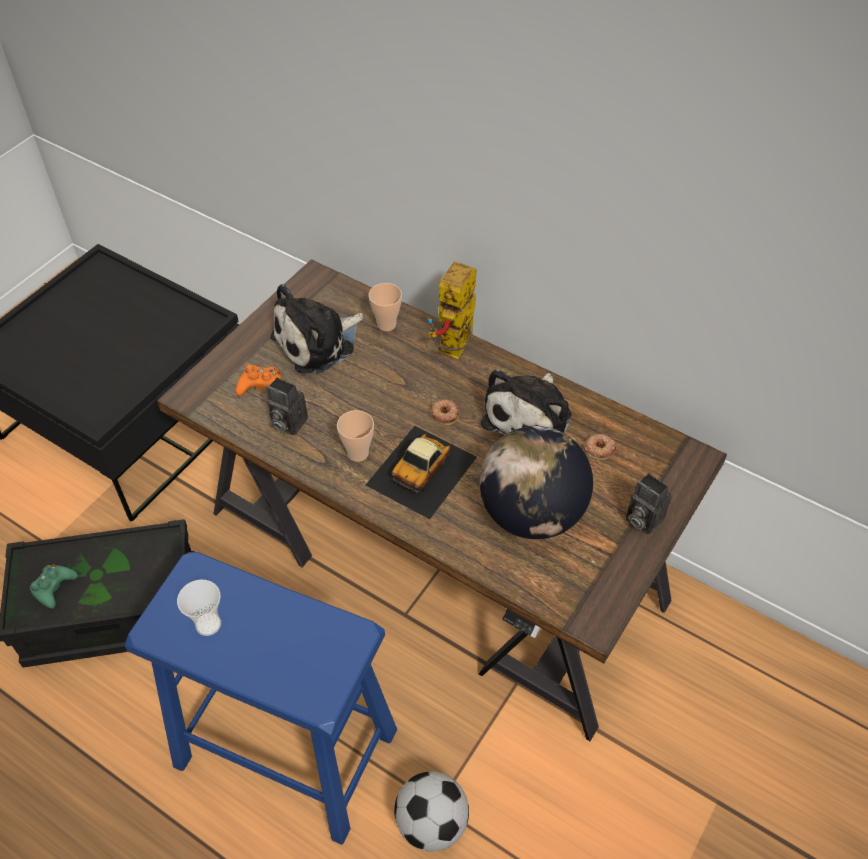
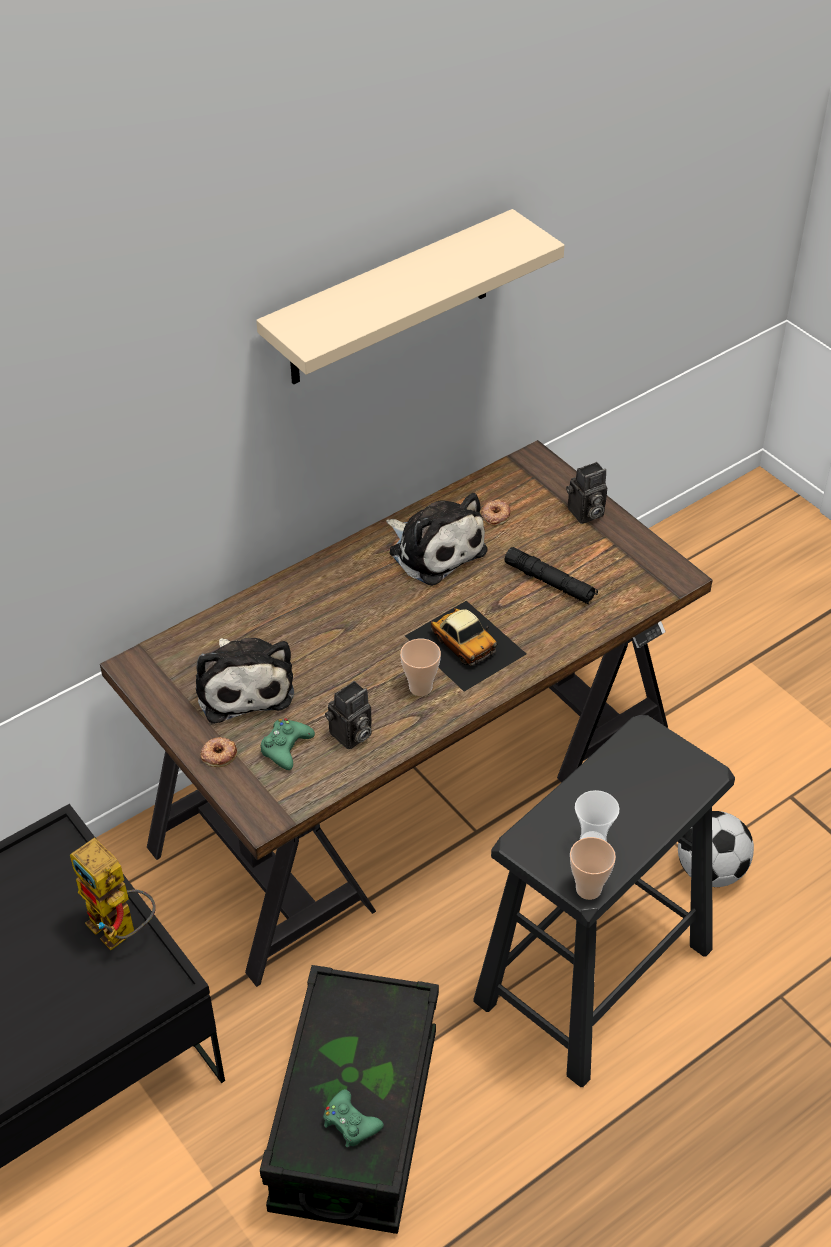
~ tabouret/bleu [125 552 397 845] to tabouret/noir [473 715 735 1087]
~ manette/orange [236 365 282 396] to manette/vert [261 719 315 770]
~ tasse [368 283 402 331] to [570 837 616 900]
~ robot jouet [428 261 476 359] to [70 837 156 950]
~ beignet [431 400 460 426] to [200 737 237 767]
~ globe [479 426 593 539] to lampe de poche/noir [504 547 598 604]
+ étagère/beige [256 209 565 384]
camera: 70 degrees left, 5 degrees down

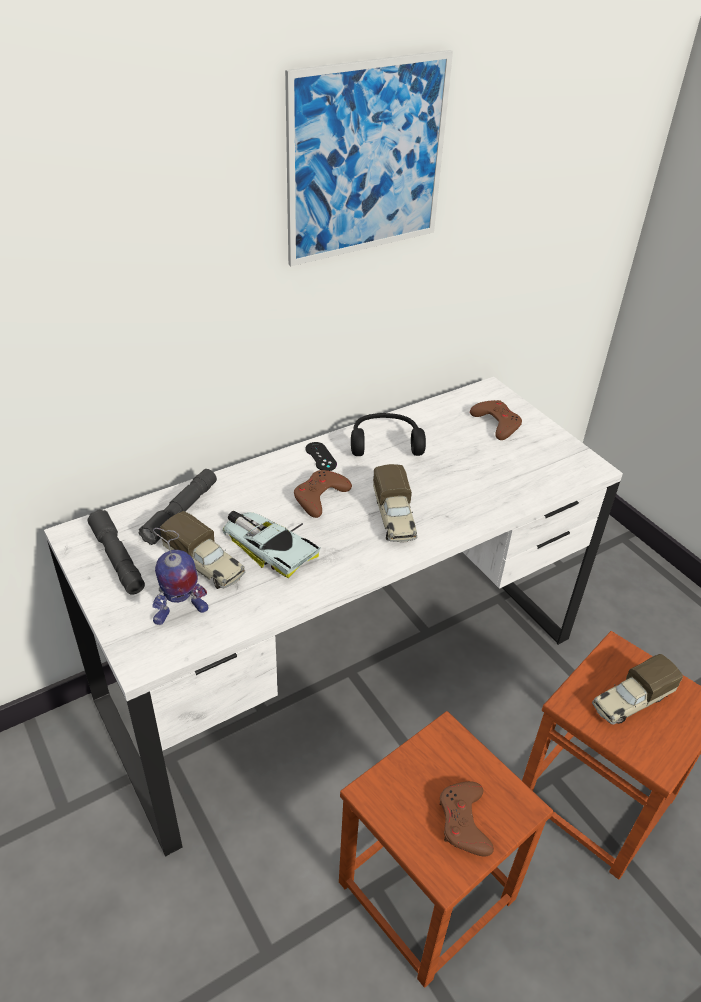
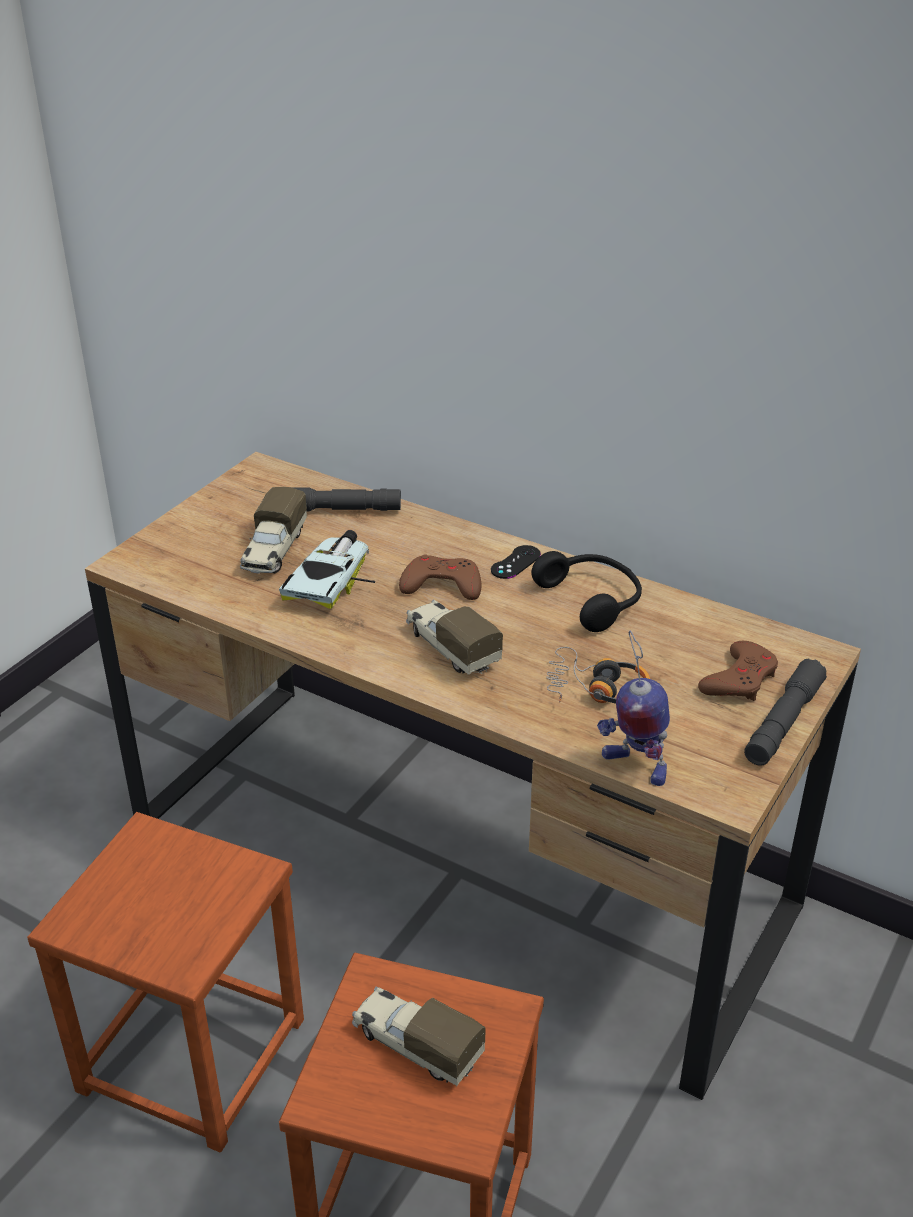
~ bureau/blanc [44 377 623 857] to bureau/marron [85 452 861 1100]
~ lampe de poche/gris [87 509 145 595] to [744 658 827 766]
~ robot jouet [152 528 209 625] to [597 631 670 786]
- tableau [285 50 453 266]
~ camion jouet [373 464 418 543] = [406 600 503 675] 90 degrees clockwise
- manette/marron [439 781 494 857]
+ casque audio [546 647 650 704]
camera: 65 degrees right, 5 degrees down

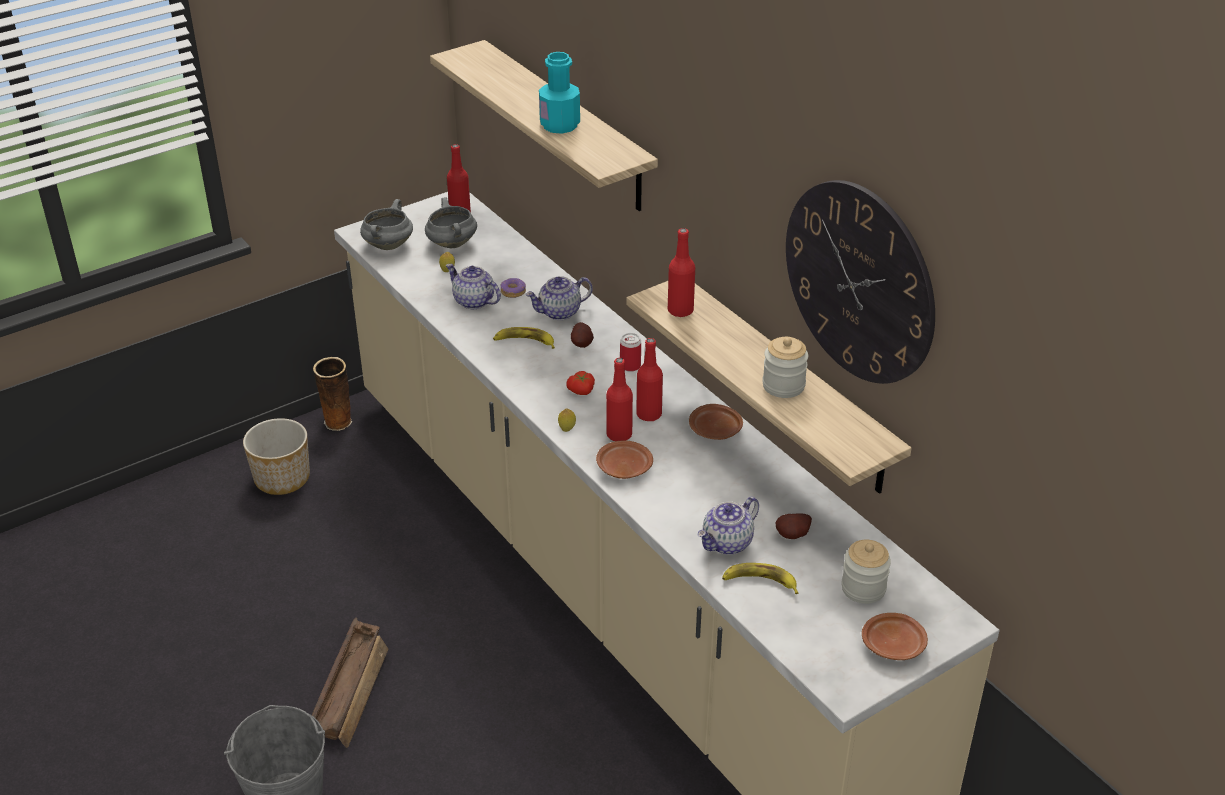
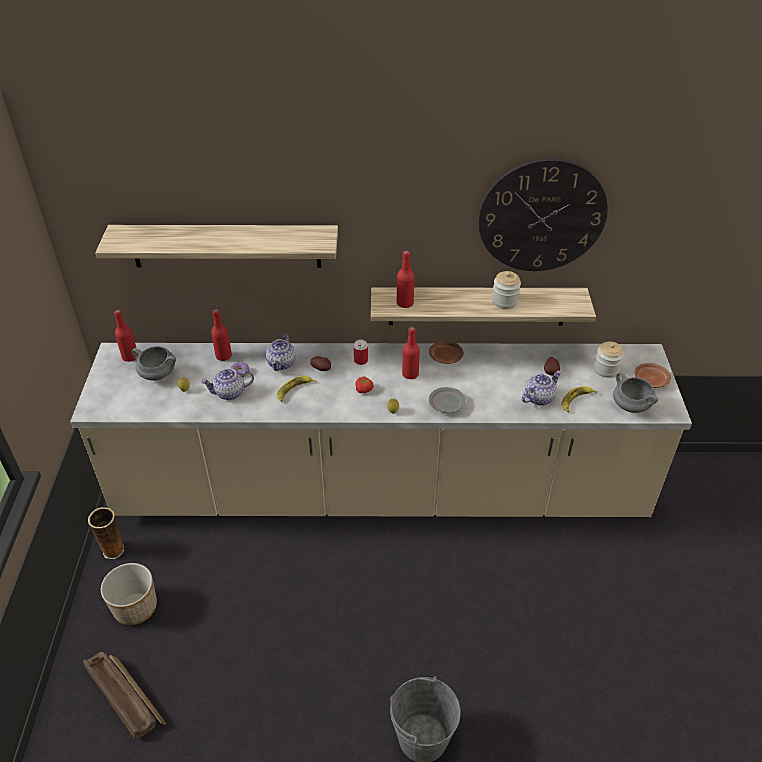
~ caisse [312 618 388 748] to [83 652 166 739]
~ marmite/gris [360 199 413 250] to [613 372 658 413]
- bouteille/turquoise [539 52 580 134]
~ assiette/marron [596 440 653 479] to assiette/gris [429 387 465 413]
~ bouteille/rouge [606 358 633 441] to [211 309 232 361]
~ théière [697 497 759 555] = [522 371 561 405] 120 degrees counterclockwise
camera: 55 degrees left, 5 degrees up

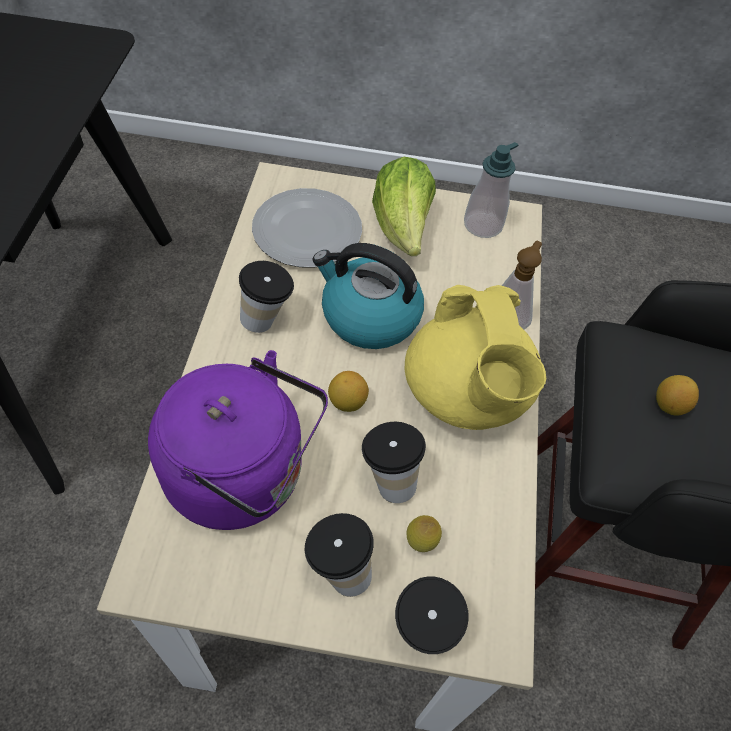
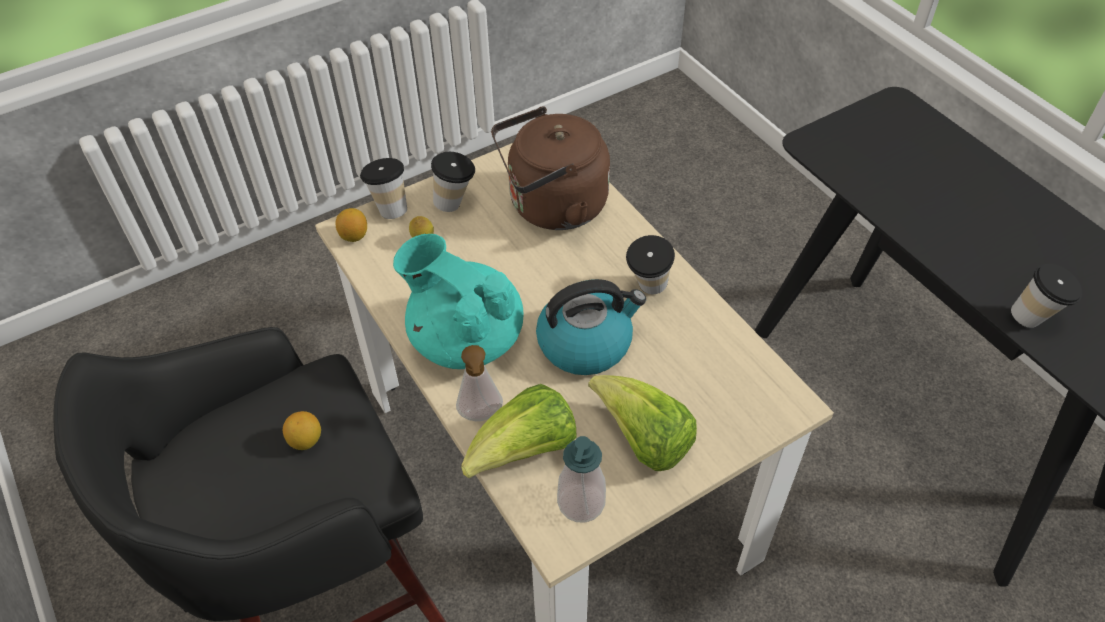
~ bouilloire/violet [148 350 328 530] to bouilloire/marron [491 106 610 230]
- assiette [252 188 362 267]
~ citron [328 371 369 412] to [335 208 367 242]
~ tasse [362 422 426 503] to [1011 264 1082 328]
~ théière/jaune [405 285 546 430] to théière/turquoise [393 234 524 369]
+ laitue [461 384 577 478]
camera: 145 degrees right, 5 degrees down

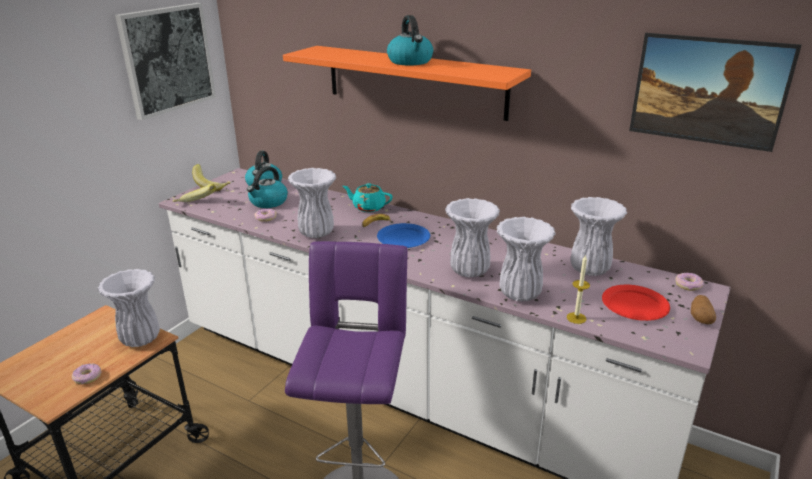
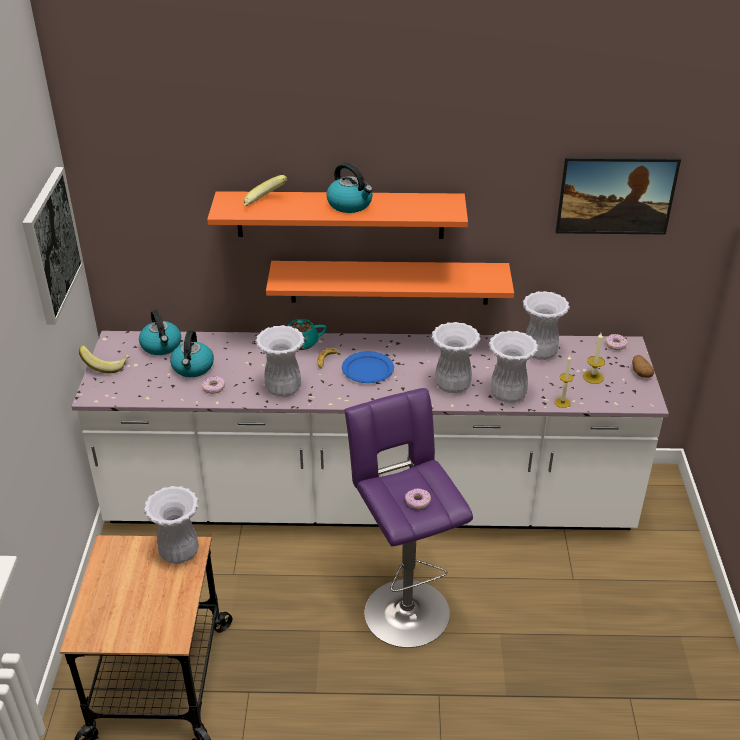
~ beignet [72 363 101 384] to [405 488 431 509]
~ banane [173 184 216 202] to [244 175 287 206]
~ assiette/rouge [602 285 670 321] to bougie [583 333 605 384]
+ étagère/orange [266 261 514 304]
camera: 30 degrees left, 10 degrees up

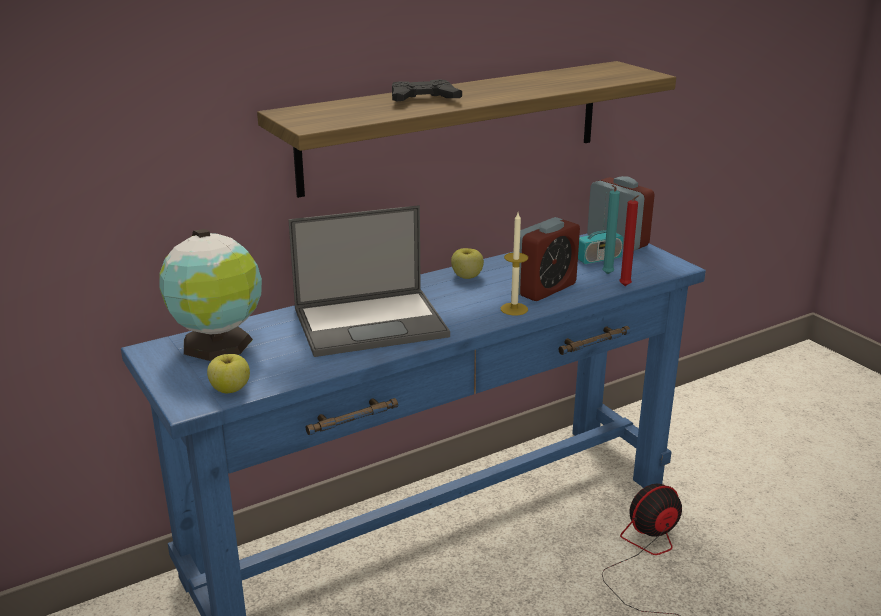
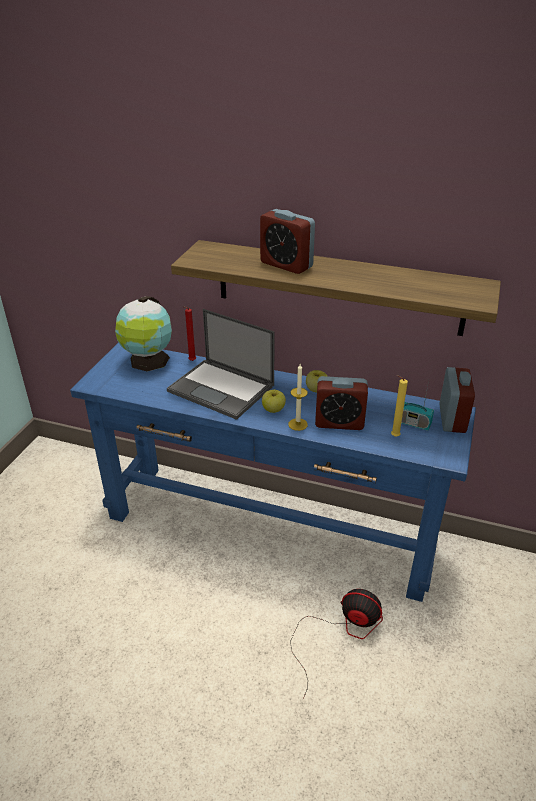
~ pomme [207 354 250 393] to [262 390 286 413]
~ manette/noir [392 79 462 101] to réveil [260 209 315 274]
~ bougie/turquoise [602 185 620 274] to bougie/jaune [391 375 408 437]
~ bougie/rouge [619 195 639 286] to [184 307 196 361]
camera: 50 degrees right, 10 degrees up

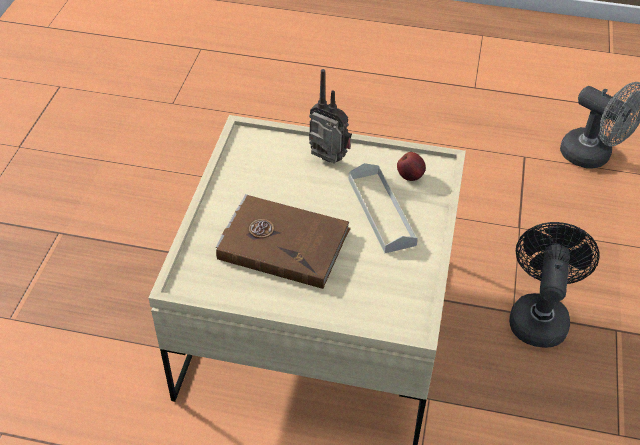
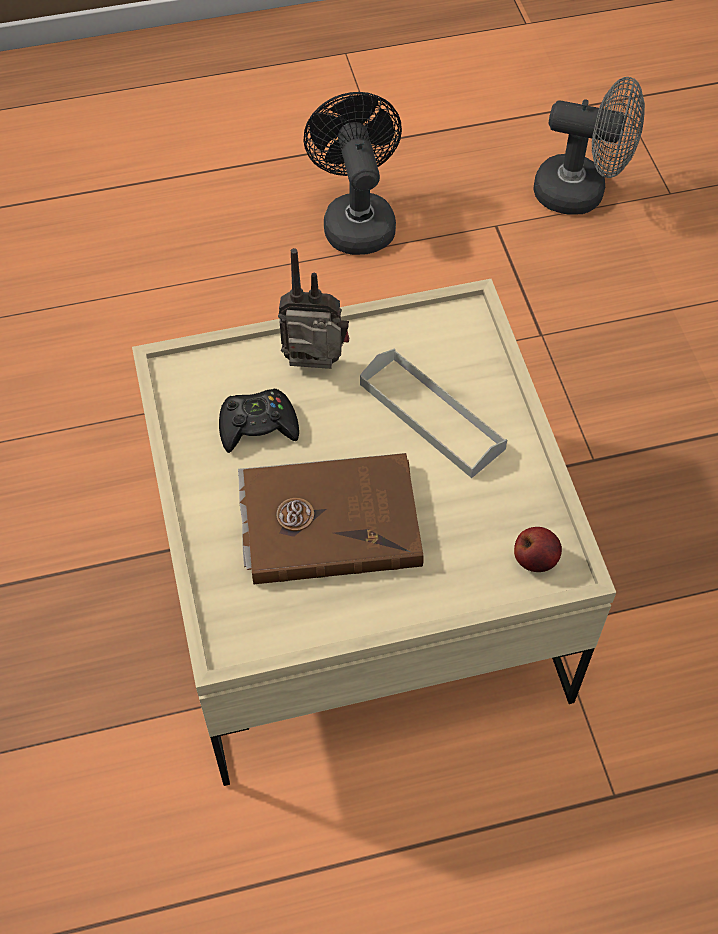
~ pomme [397 152 426 181] to [514 527 562 572]
~ ventilateur/noir [509 222 600 348] to [304 92 402 255]
+ manette/noir [219 388 299 453]
camera: 25 degrees left, 10 degrees up

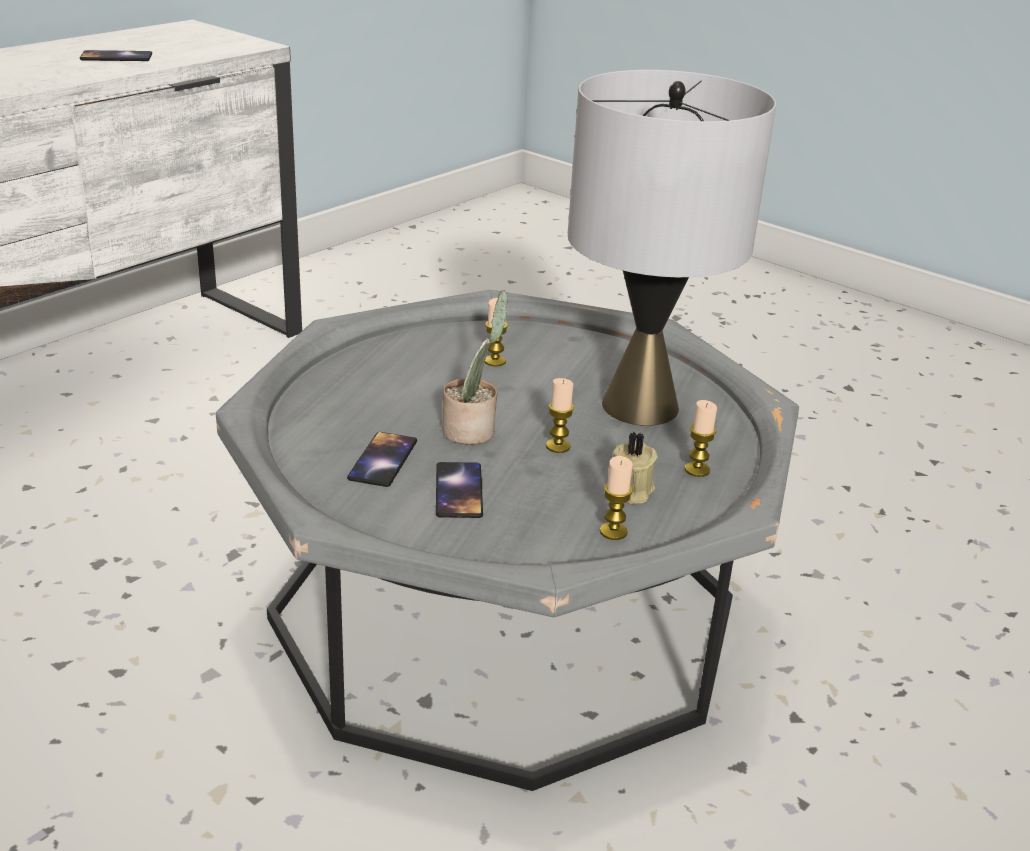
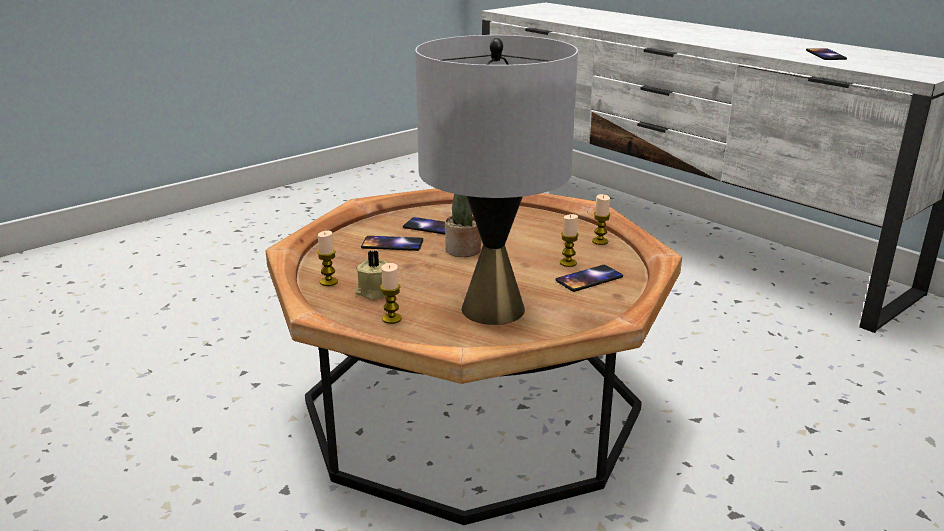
~ table basse/gris [216 290 799 791] to table basse/marron [266 188 682 525]
~ bougie [546 378 574 453] to [592 194 611 245]
+ téléphone [555 265 623 292]
camera: 100 degrees right, 5 degrees down

